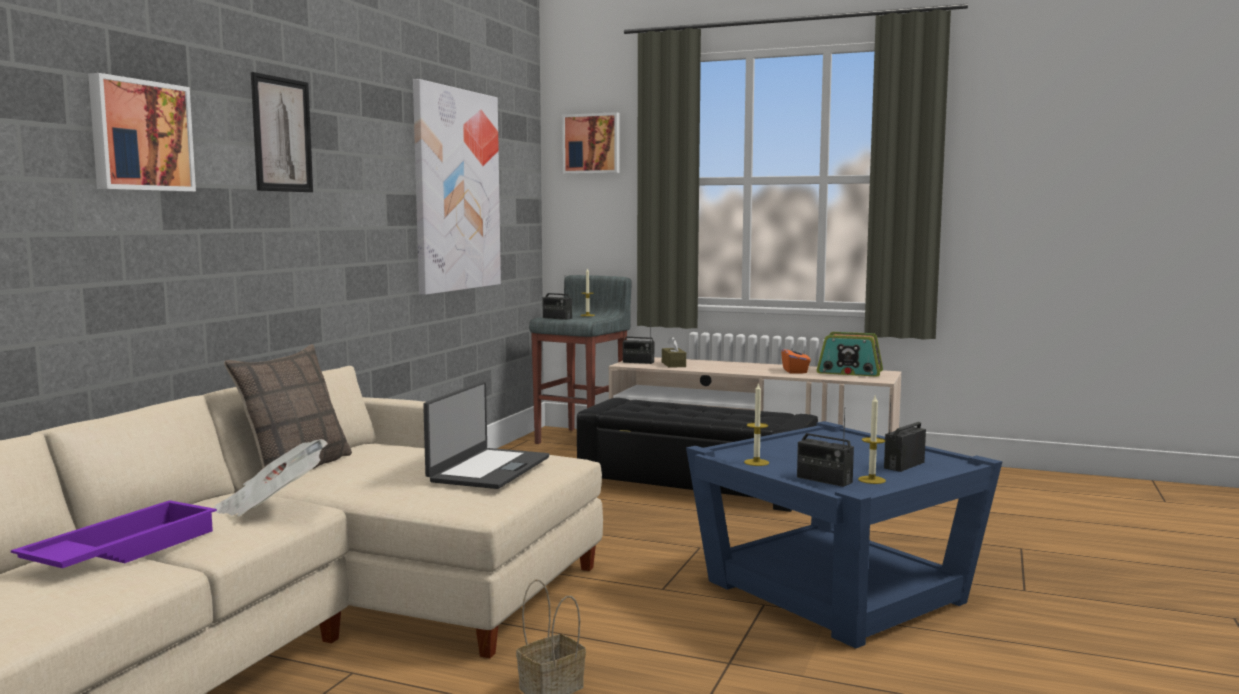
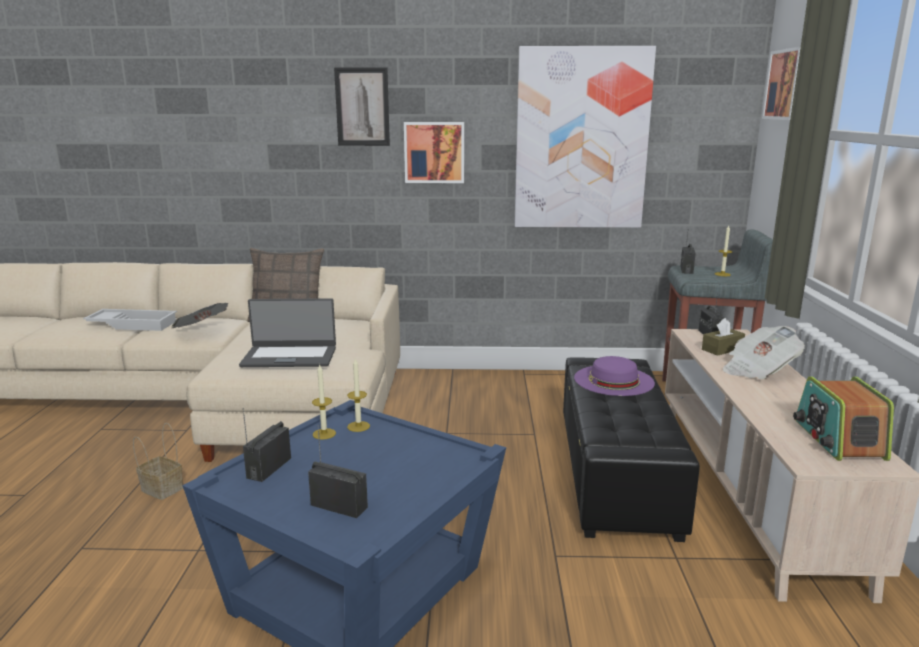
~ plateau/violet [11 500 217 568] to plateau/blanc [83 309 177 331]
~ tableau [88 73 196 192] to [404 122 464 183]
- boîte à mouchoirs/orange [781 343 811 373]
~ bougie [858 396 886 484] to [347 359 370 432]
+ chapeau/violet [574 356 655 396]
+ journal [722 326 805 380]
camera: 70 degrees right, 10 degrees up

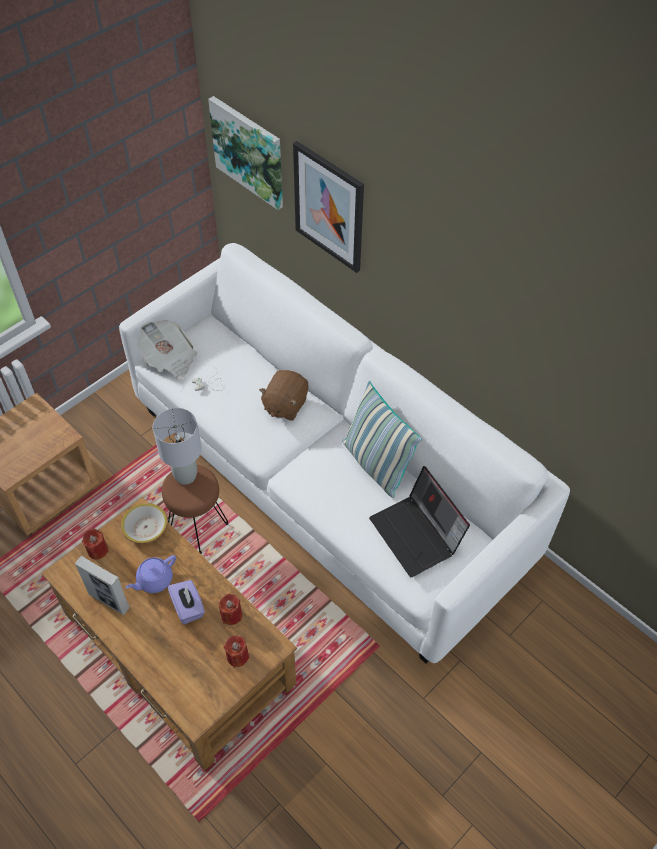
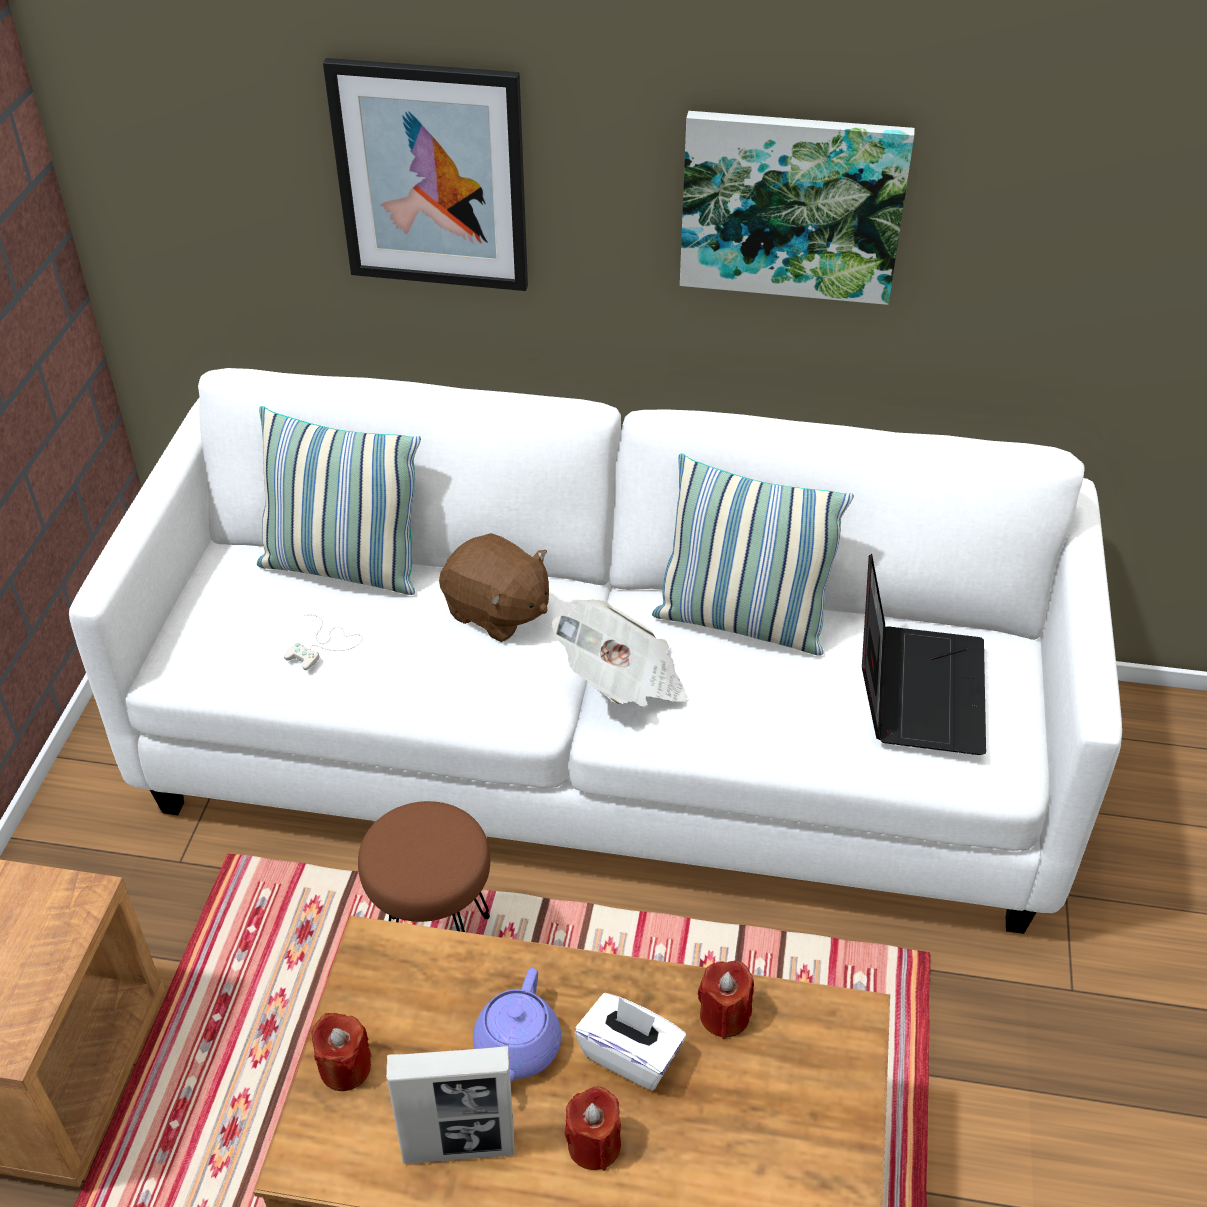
- bol [121 503 168 544]
~ journal [136 320 197 378] to [552 599 687 707]
- lampe de table/gris [153 408 202 485]
~ boîte à mouchoirs/violet [168 580 205 624] to boîte à mouchoirs/blanc [575 993 686 1090]
~ tableau [208 96 283 210] to [680 111 915 305]
~ bougie/rouge [224 635 249 668] to [565 1086 621 1171]
~ peluche/marron [259 370 309 420] = [439 533 549 642] 45 degrees counterclockwise
~ ordinateur portable [369 466 470 577] = [862 554 986 755] 105 degrees counterclockwise
+ coussin [257 406 421 595]
camera: 35 degrees left, 10 degrees down

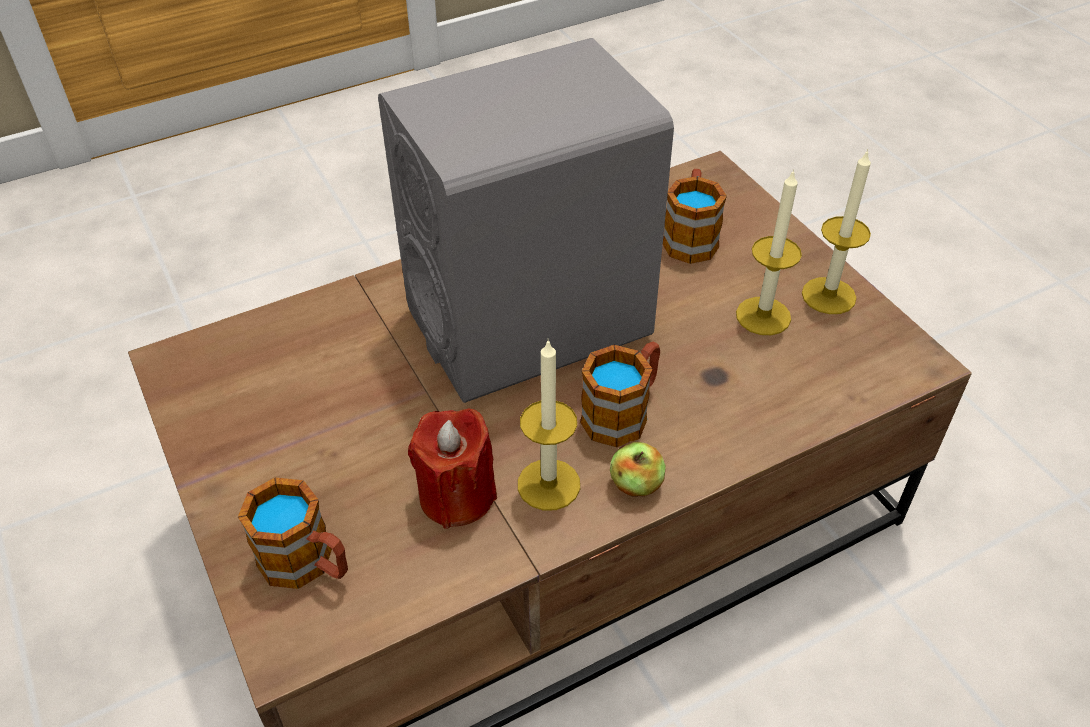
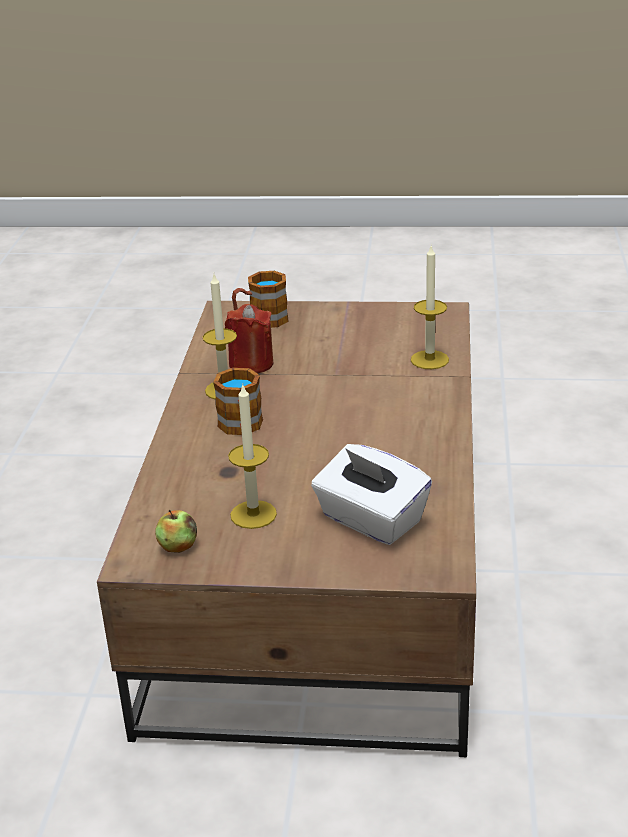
- enceinte/gris [378 38 674 403]
~ pomme [610 441 666 497] to [155 510 197 553]
~ mug [663 169 727 264] to boîte à mouchoirs/blanc [311 444 432 545]
~ bougie [802 149 871 314] to [411 246 449 369]
camera: 125 degrees right, 15 degrees down

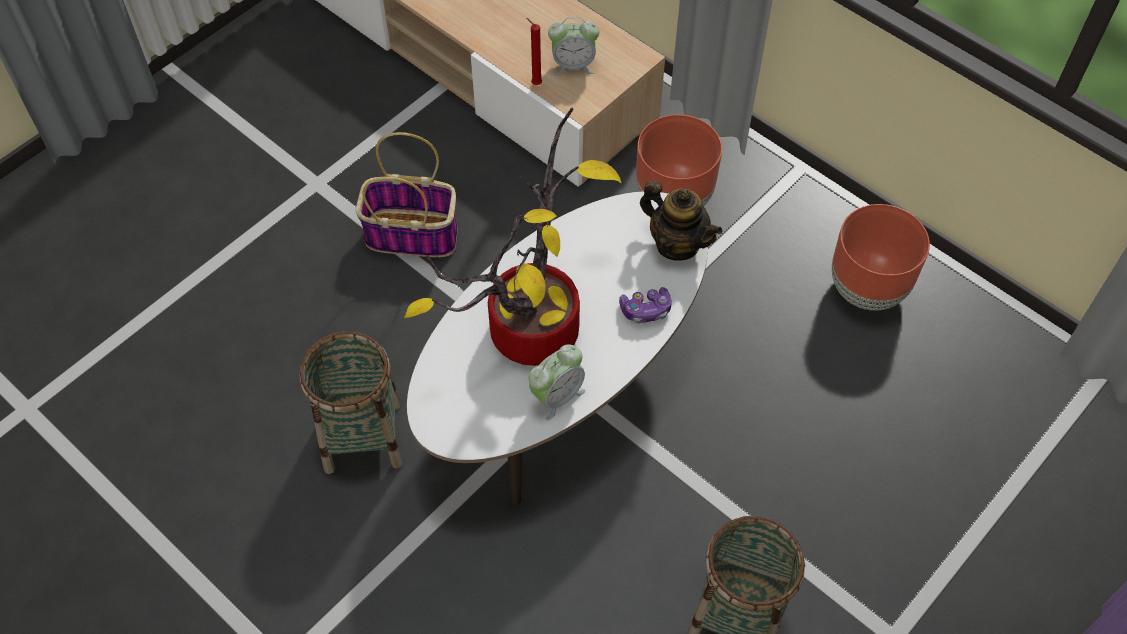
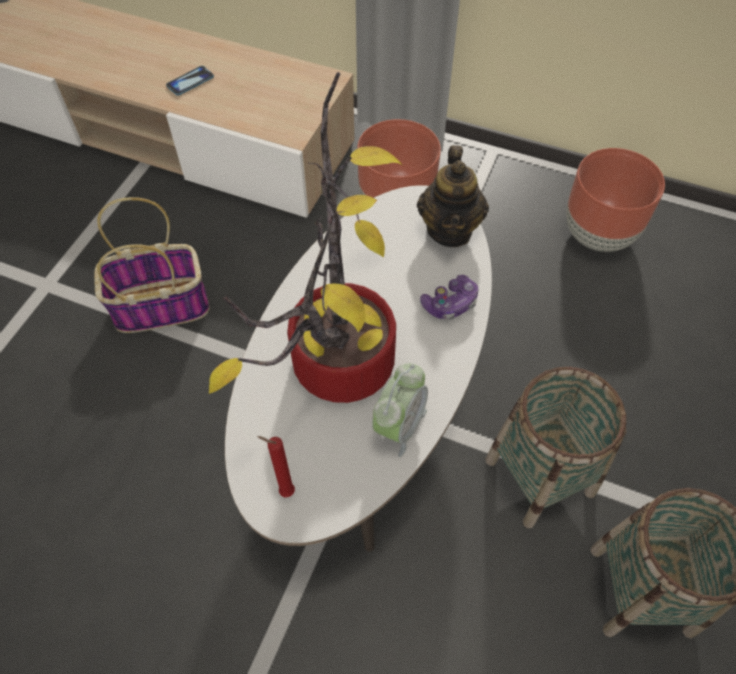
~ panier [299 331 403 474] to [485 367 627 528]
~ bougie/rouge [526 18 542 85] to [257 436 295 497]
- réveil [548 17 599 75]
~ théière [640 180 722 261] = [417 145 489 247] 75 degrees clockwise
+ téléphone [166 66 214 96]
camera: 20 degrees left, 0 degrees up

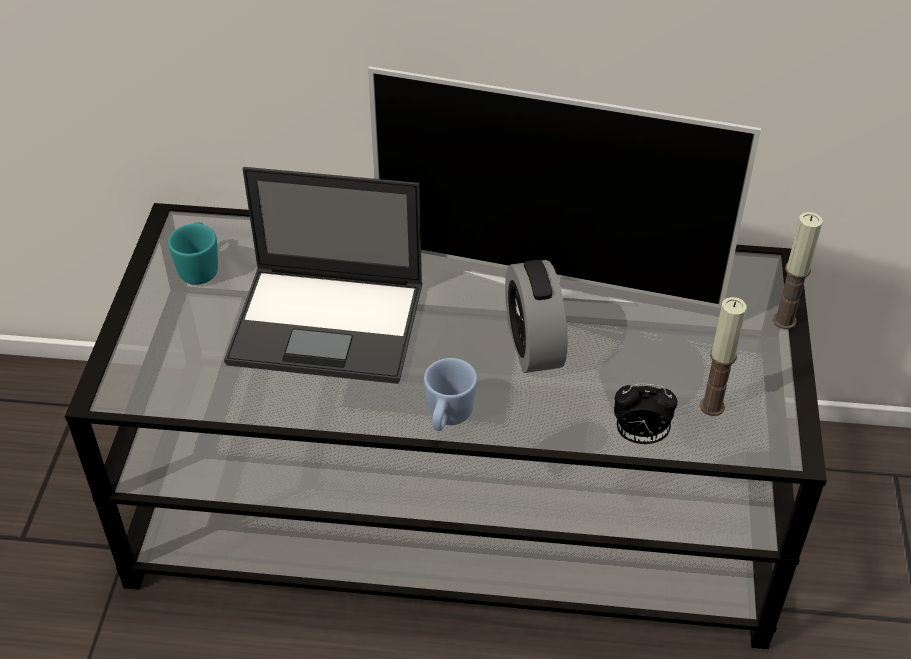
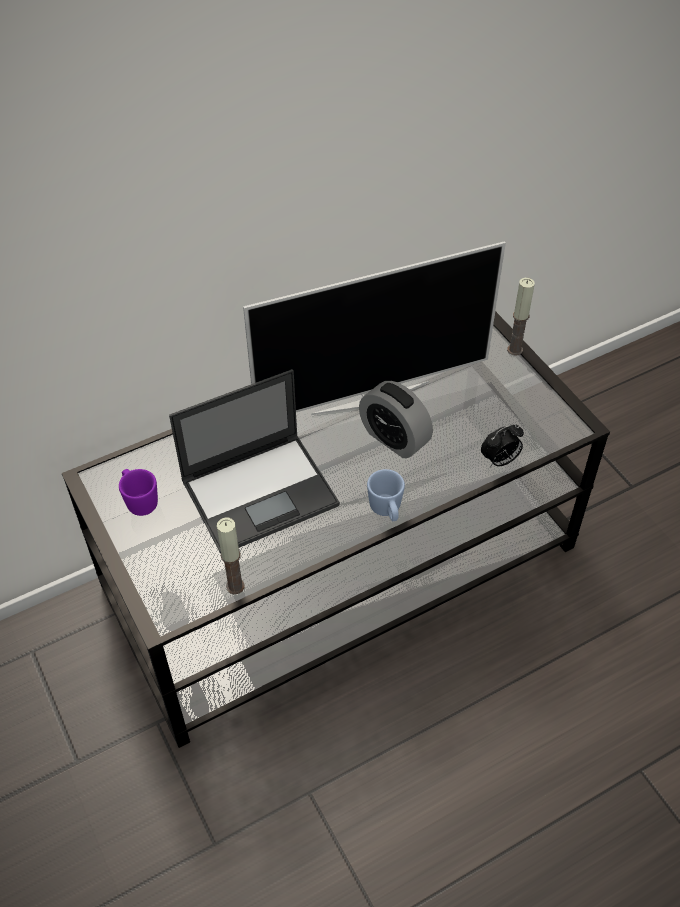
~ mug/turquoise [168 222 218 285] to mug/violet [119 469 158 516]
~ bougie [700 297 747 416] to [217 517 245 595]
camera: 35 degrees left, 5 degrees up

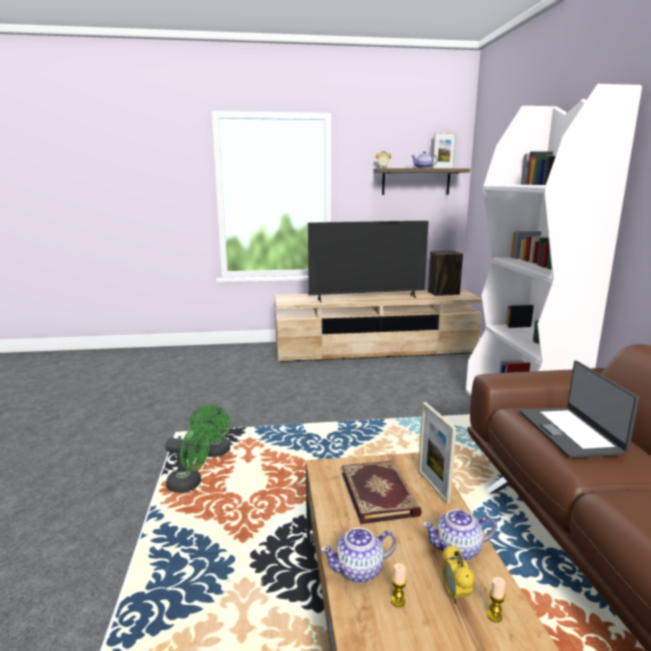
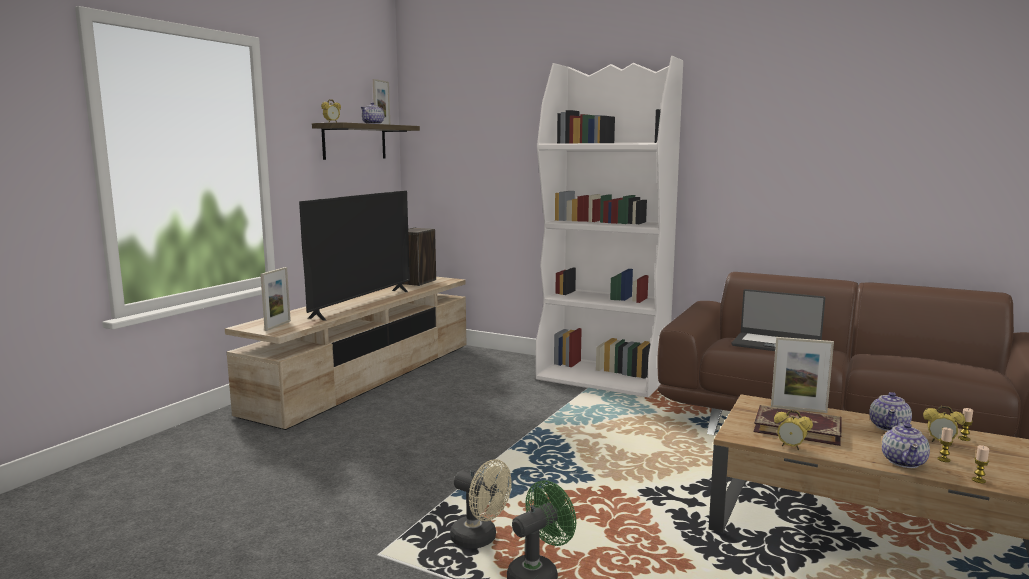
~ ventilateur/vert [190 404 231 457] to ventilateur/beige [450 459 512 548]
+ cadre photo [260 267 291 331]
+ réveil [774 410 813 450]
+ bougie [972 445 989 483]
camera: 55 degrees left, 5 degrees down

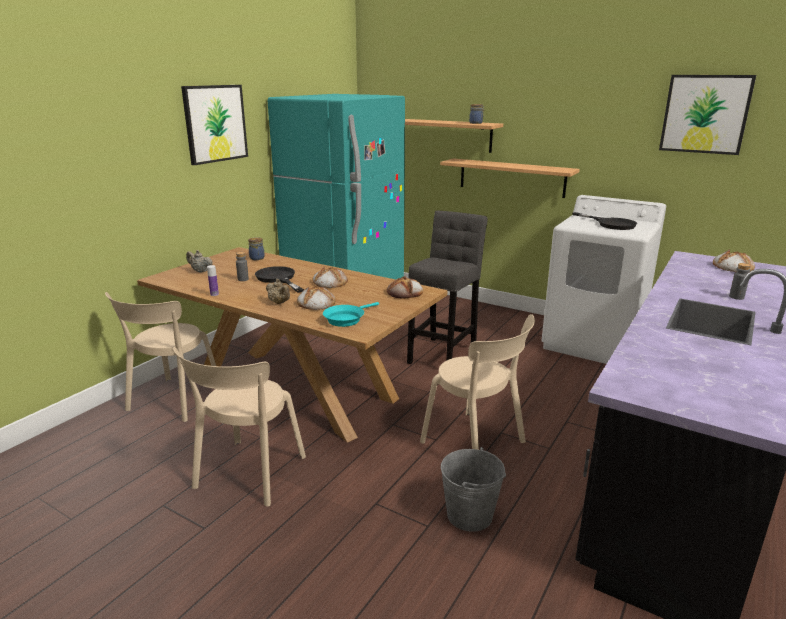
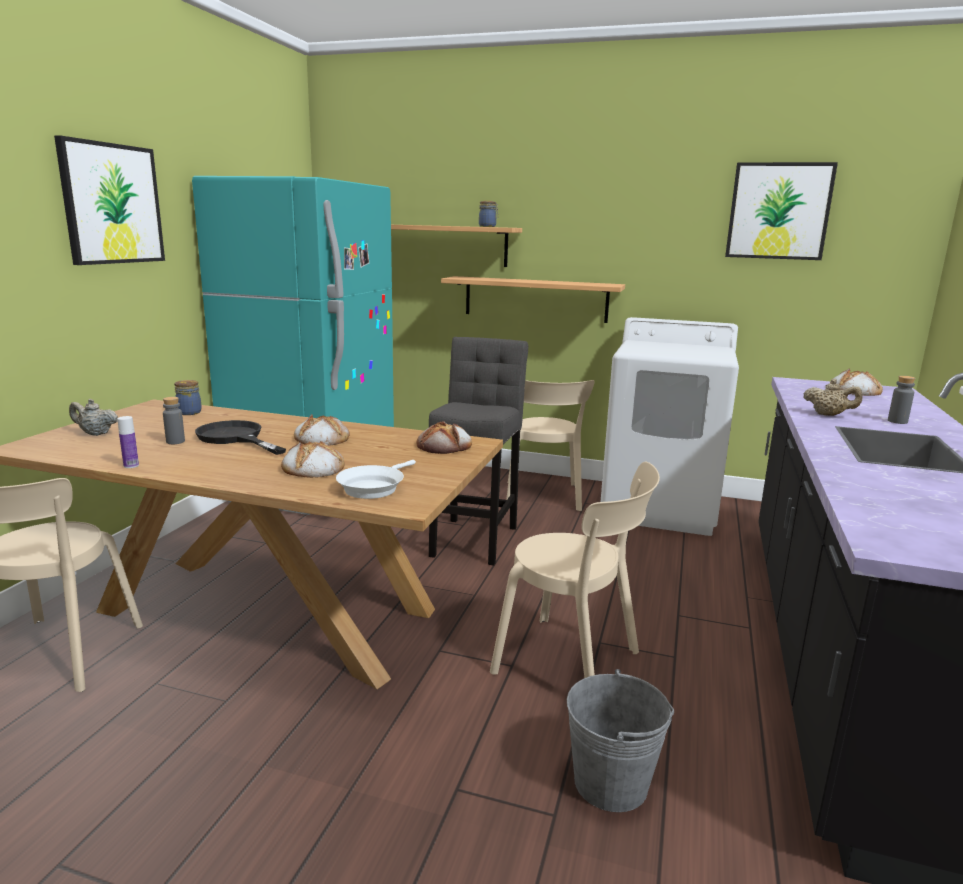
~ chaise/beige [173 347 306 507] to [506 380 595 511]
~ théière/beige [266 279 290 304] to [803 379 863 416]
~ poêle/turquoise [323 302 379 327] to poêle/blanc [336 460 416 499]
- poêle/noir [572 212 637 230]
camera: 15 degrees left, 5 degrees down

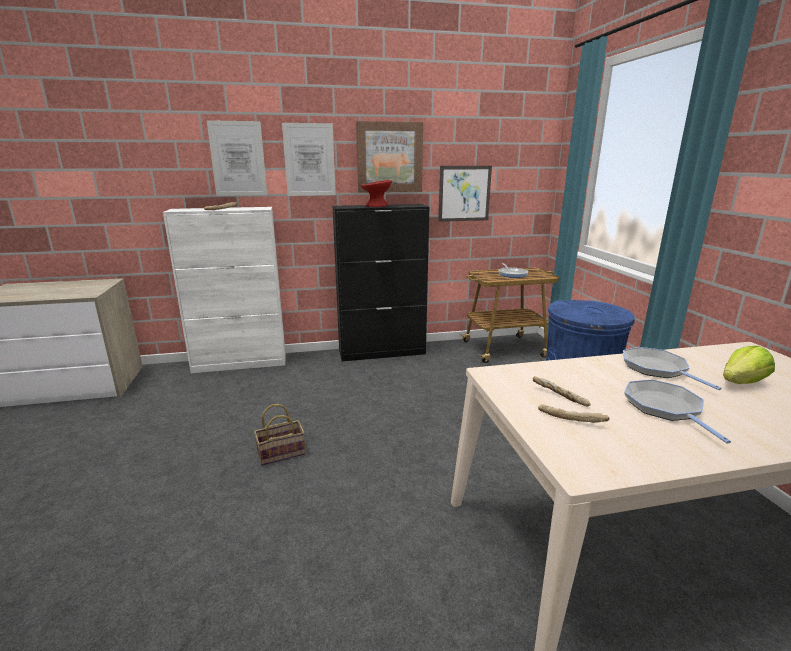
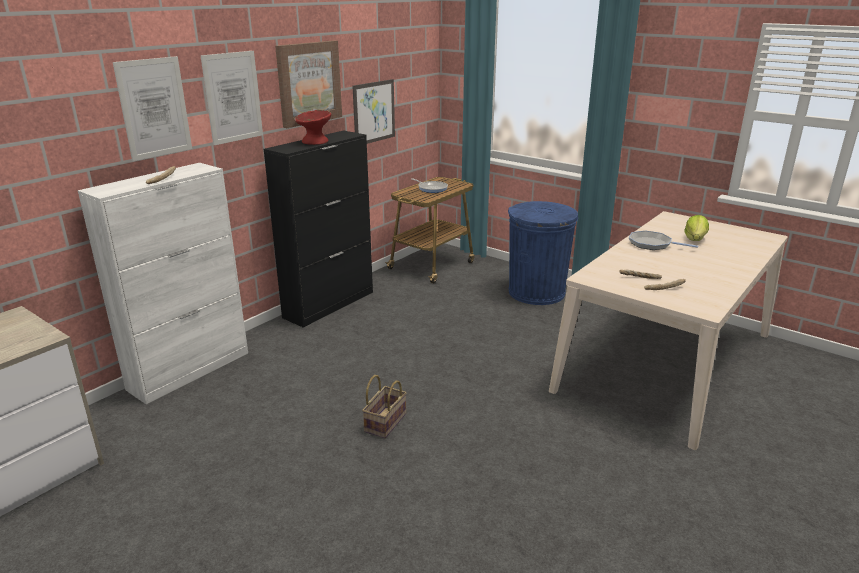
- poêle [624 379 731 444]
camera: 40 degrees left, 5 degrees up

